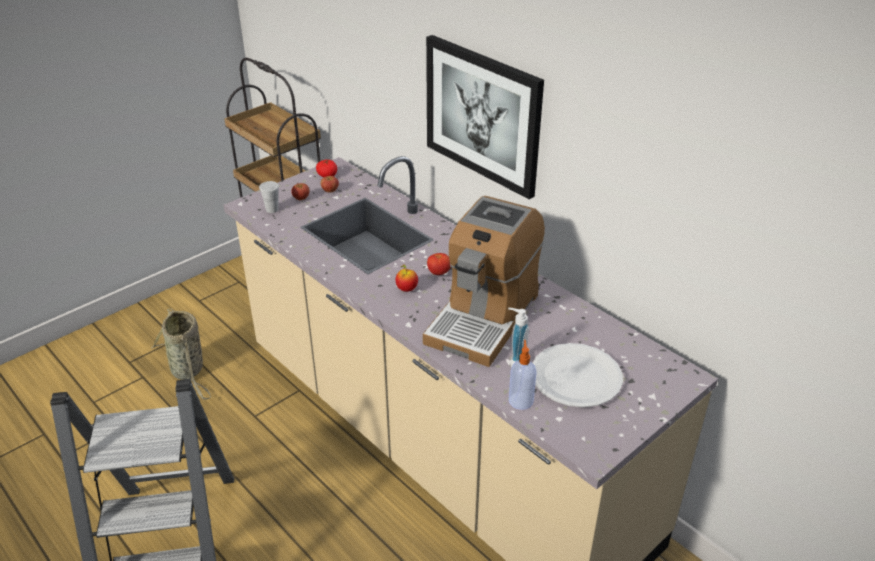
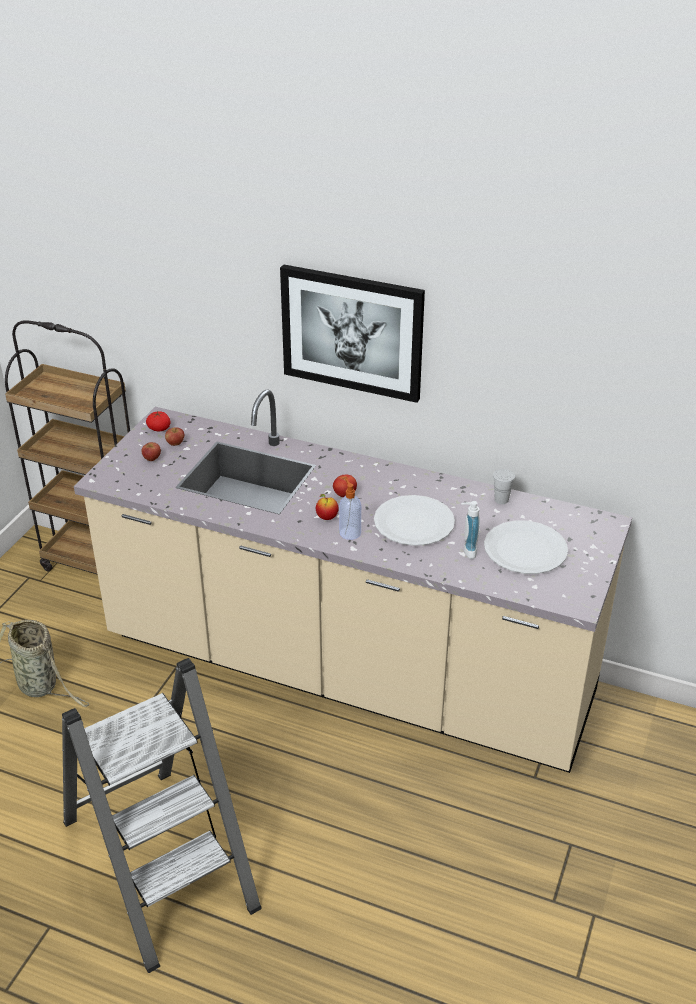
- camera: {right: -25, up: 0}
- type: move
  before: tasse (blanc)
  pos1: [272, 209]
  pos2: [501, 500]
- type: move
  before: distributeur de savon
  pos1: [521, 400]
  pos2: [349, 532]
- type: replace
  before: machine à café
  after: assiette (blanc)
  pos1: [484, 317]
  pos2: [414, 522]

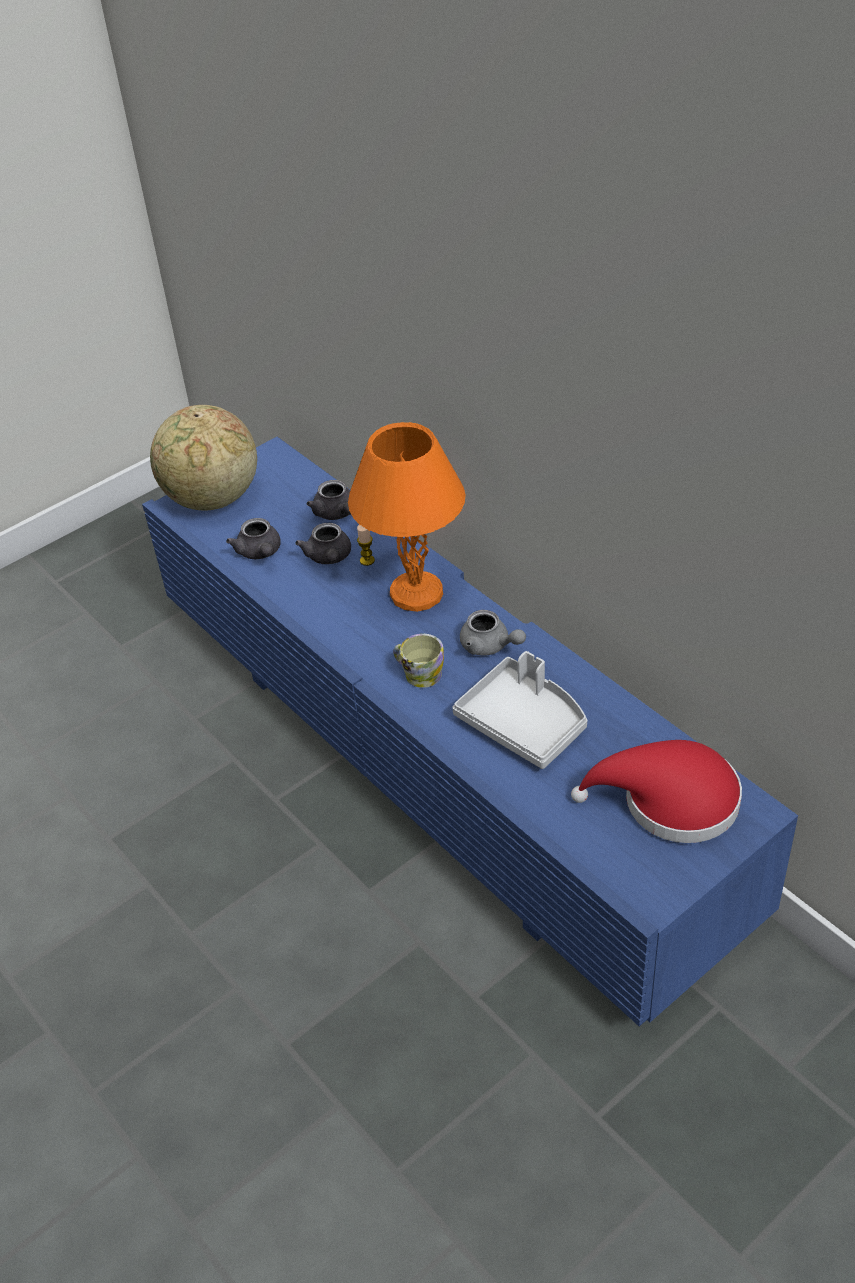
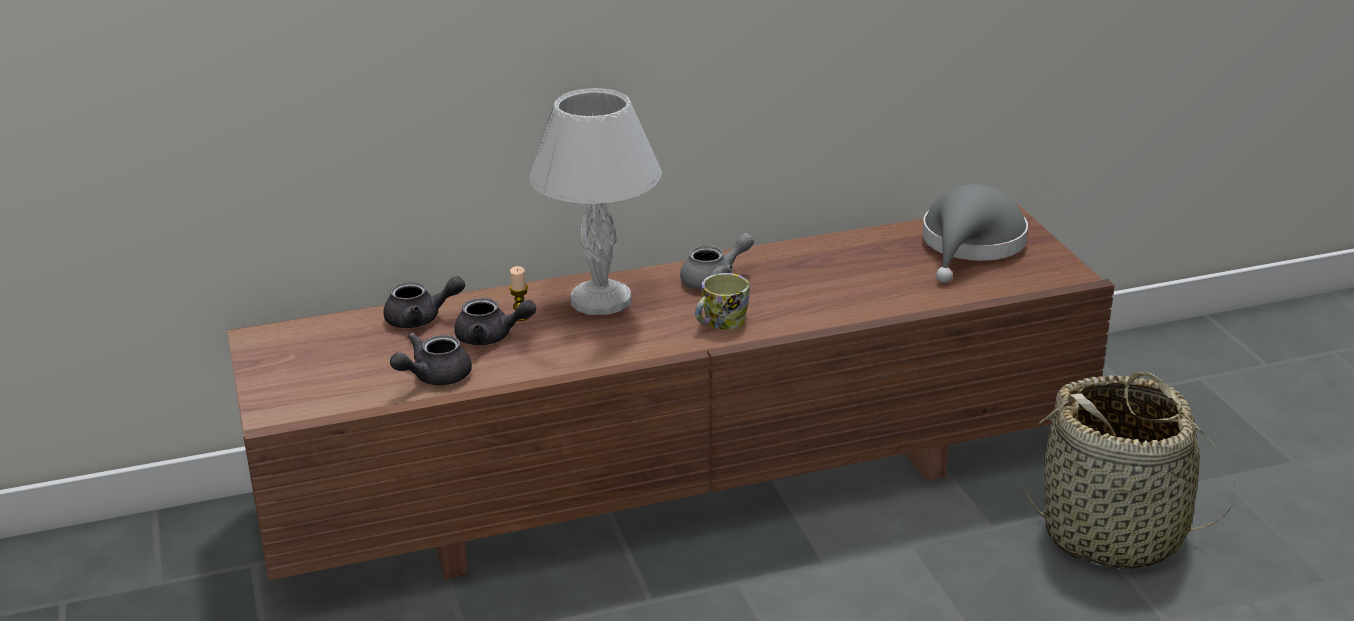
- camera: {right: -70, up: -15}
- type: delete
  before: globe
  pos1: [212, 499]
- type: delete
  before: plateau (gris)
  pos1: [524, 723]
- type: insert
  after: panier
  pos2: [1115, 533]
- type: recolor
  before: meuble télé (bleu)
  after: meuble télé (marron)
  pos1: [438, 759]
  pos2: [679, 477]
- type: recolor
  before: lampe de table (orange)
  after: lampe de table (blanc)
  pos1: [414, 593]
  pos2: [600, 301]
- type: recolor
  before: chapeau (rouge)
  after: chapeau (gris)
  pos1: [670, 801]
  pos2: [971, 245]
- type: rotate
  before: théière (gris)
  pos1: [260, 553]
  pos2: [434, 377]
  turn: 135

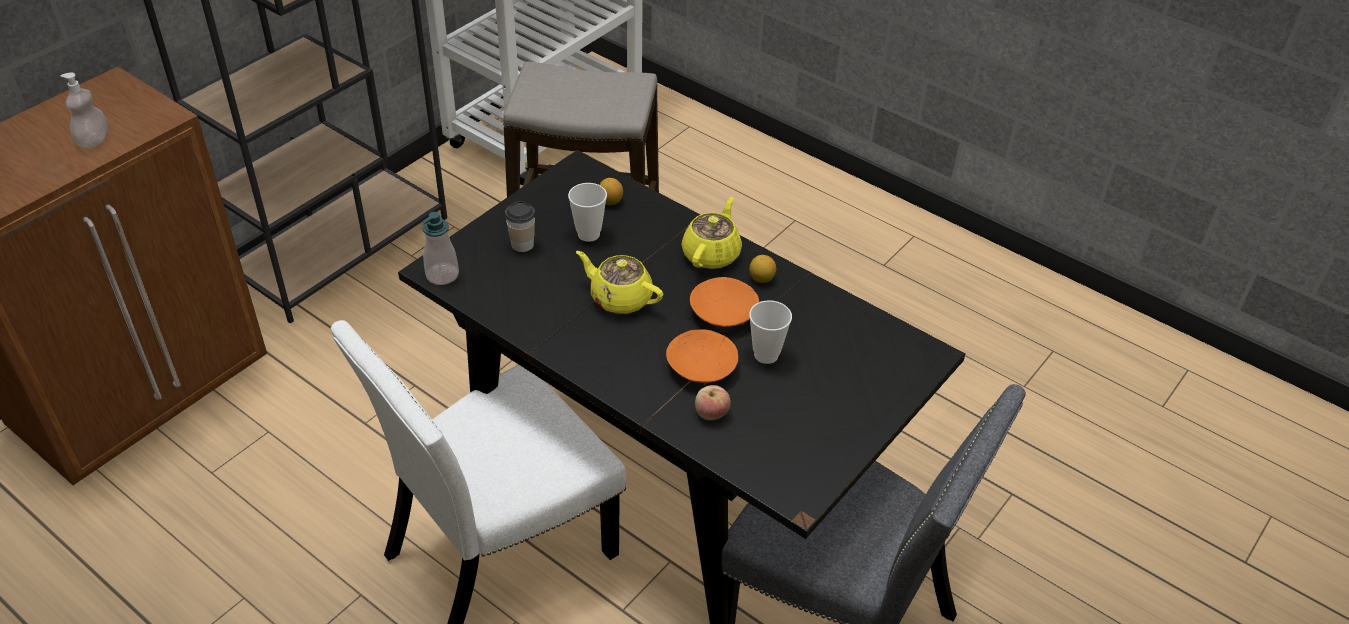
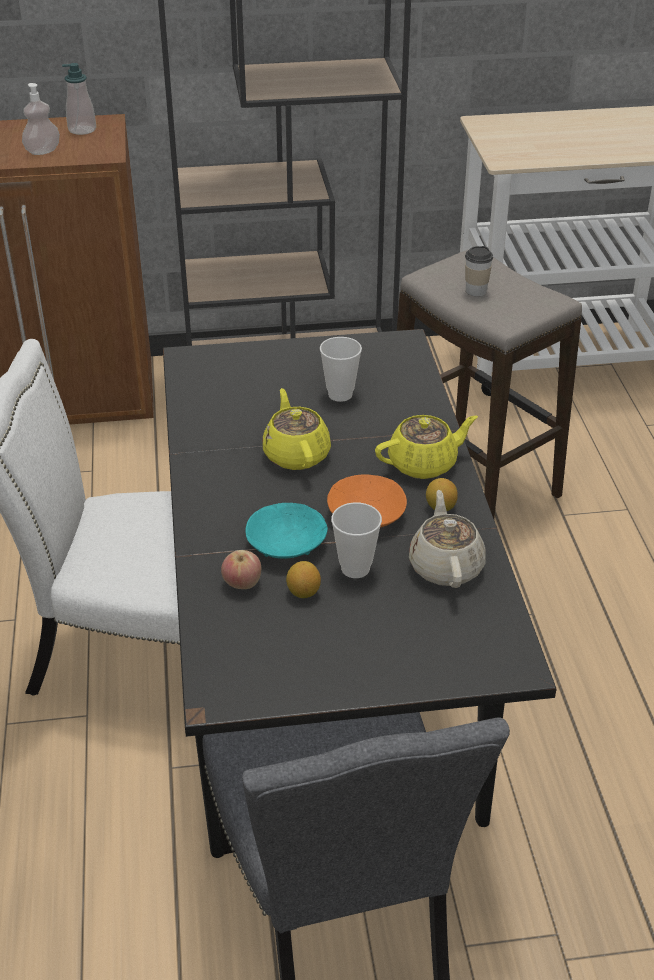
- camera: {right: 45, up: -5}
- type: insert
  after: théière (beige)
  pos2: [446, 566]
- type: move
  before: distributeur de savon
  pos1: [442, 275]
  pos2: [82, 130]
- type: move
  before: tasse
  pos1: [522, 245]
  pos2: [476, 291]
- type: move
  before: citron
  pos1: [610, 201]
  pos2: [303, 592]
- type: recolor
  before: bol (orange)
  after: bol (turquoise)
  pos1: [702, 366]
  pos2: [287, 543]

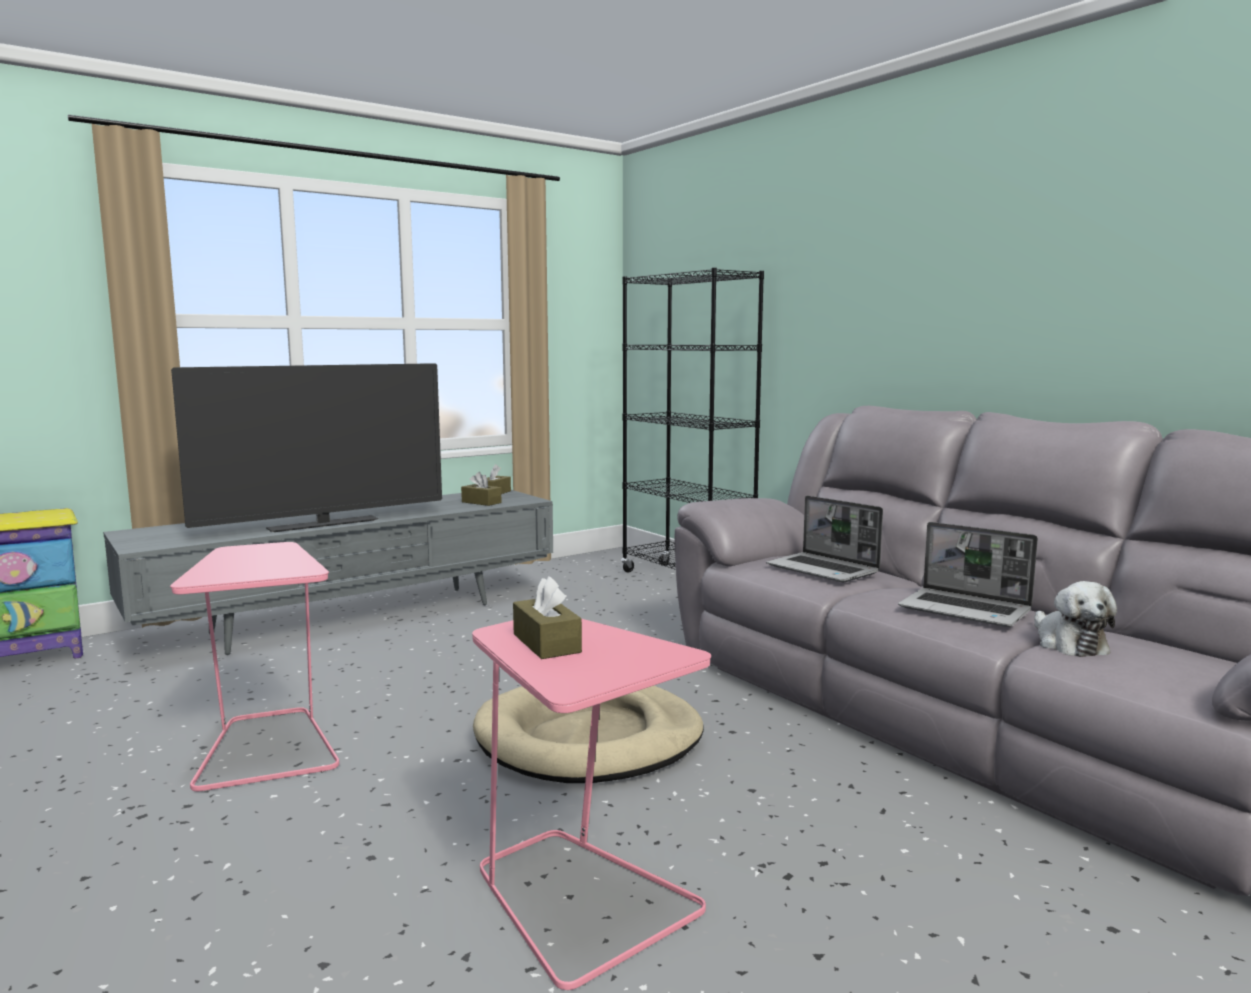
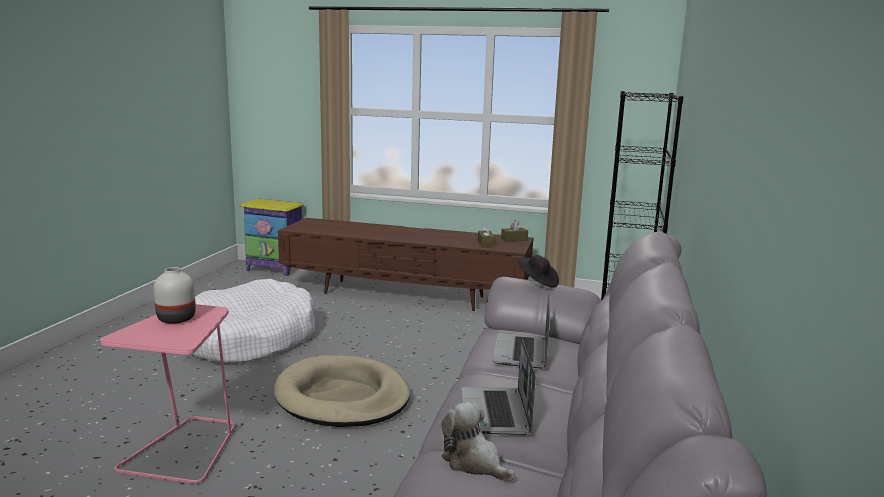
- camera: {right: 50, up: 5}
- type: delete
  before: téléviseur
  pos1: [323, 524]
- type: insert
  after: chapeau (noir)
  pos2: [537, 282]
- type: replace
  before: table d'appoint (rose)
  after: panier pour chien (blanc)
  pos1: [267, 748]
  pos2: [249, 339]
- type: replace
  before: boîte à mouchoirs (marron)
  after: vase (blanc)
  pos1: [546, 643]
  pos2: [176, 318]
- type: recolor
  before: meuble télé (gris)
  after: meuble télé (marron)
  pos1: [353, 617]
  pos2: [405, 294]
- type: rotate
  before: peluche
  pos1: [1068, 644]
  pos2: [474, 462]
  turn: 90

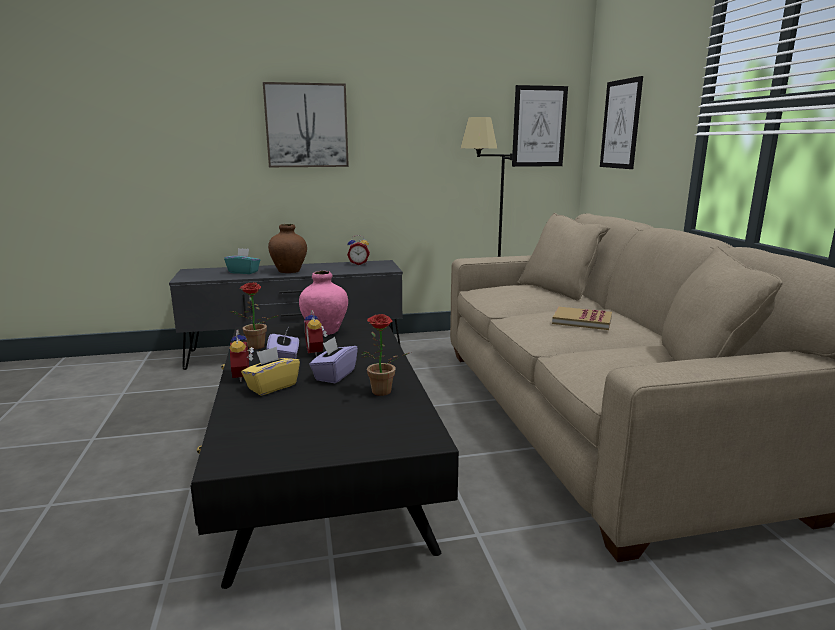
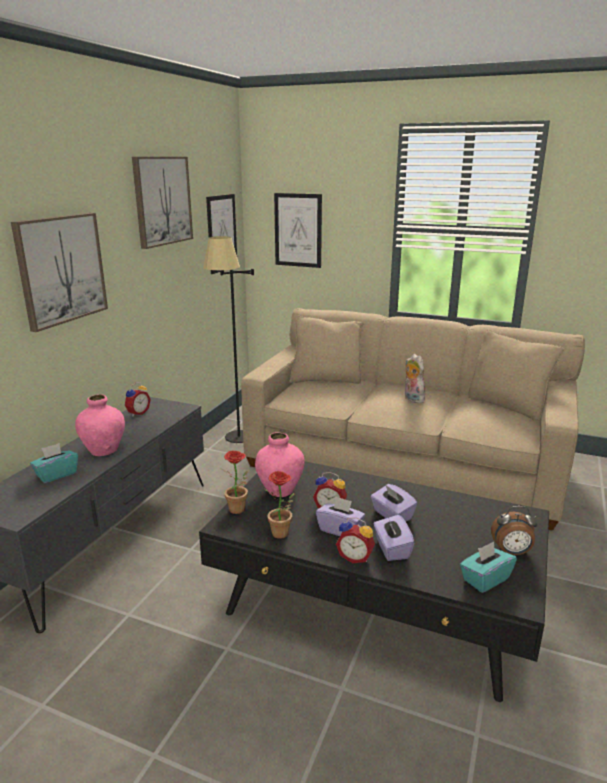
- camera: {right: -55, up: 5}
- type: insert
  after: tableau
  pos2: [162, 201]
- type: insert
  after: boîte à mouchoirs (turquoise)
  pos2: [485, 579]
- type: insert
  after: réveil
  pos2: [511, 552]
- type: move
  before: plante en pot
  pos1: [380, 393]
  pos2: [239, 511]
- type: replace
  before: livre
  after: peluche
  pos1: [582, 321]
  pos2: [412, 399]
- type: recolor
  before: boîte à mouchoirs (jaune)
  after: boîte à mouchoirs (violet)
  pos1: [272, 386]
  pos2: [391, 549]
- type: recolor
  before: vase (marron)
  after: vase (rose)
  pos1: [289, 271]
  pos2: [104, 451]

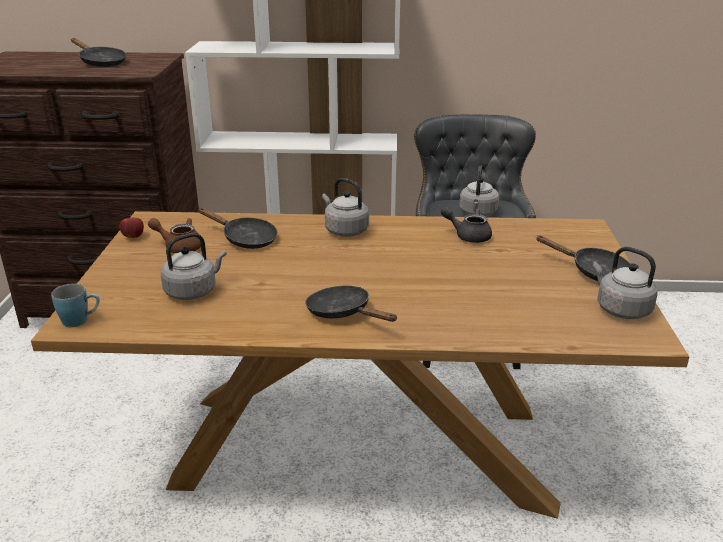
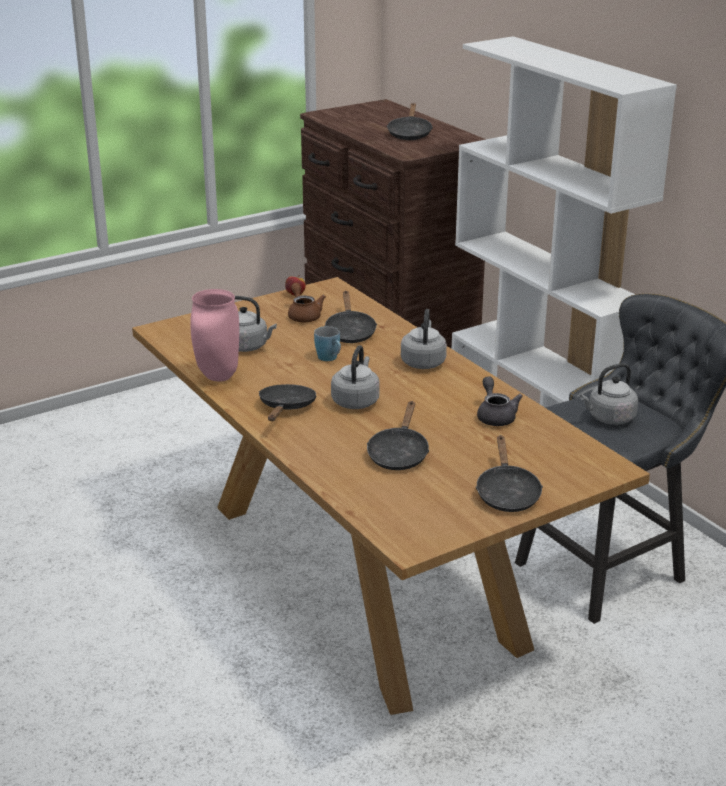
- camera: {right: 55, up: 0}
- type: insert
  after: vase (rose)
  pos2: [217, 376]
- type: insert
  after: poêle (noir)
  pos2: [399, 454]
- type: move
  before: mug (bleu)
  pos1: [81, 321]
  pos2: [330, 358]
- type: move
  before: bouilloire (gris)
  pos1: [620, 309]
  pos2: [356, 401]

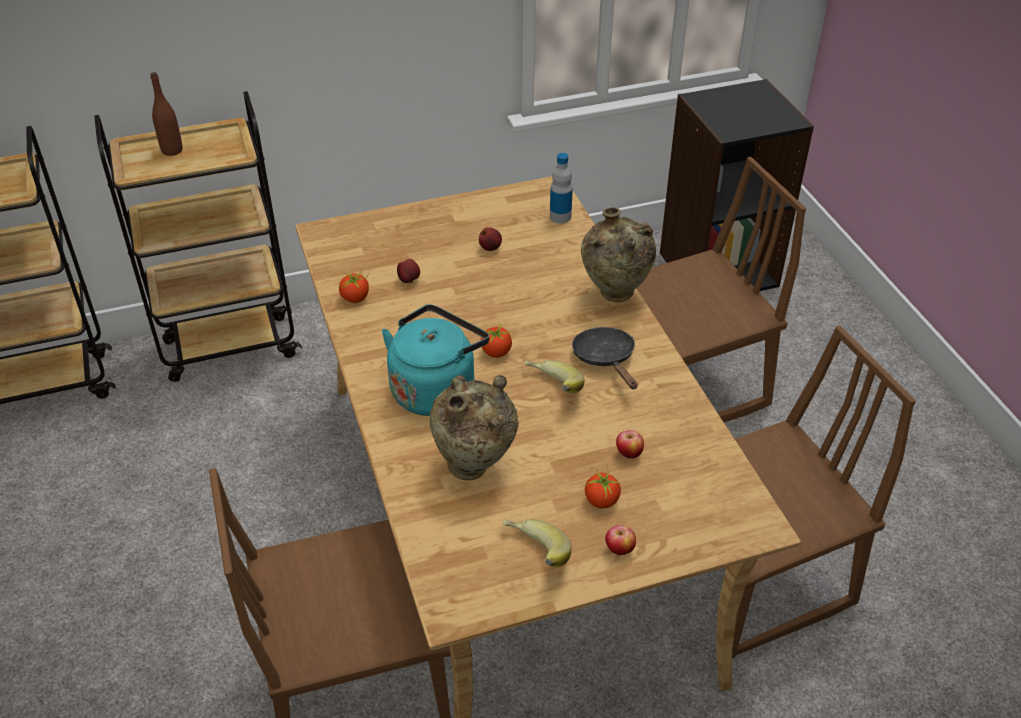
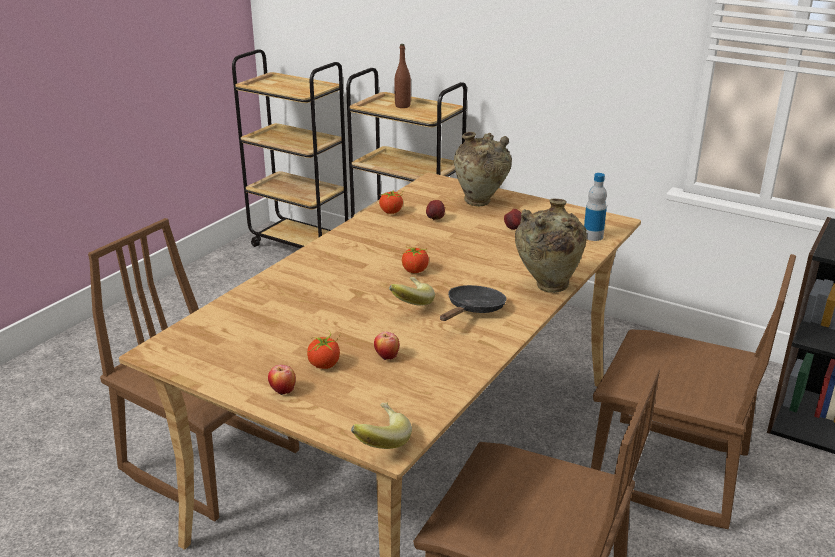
- camera: {right: 50, up: -15}
- type: delete
  before: bouilloire (turquoise)
  pos1: [435, 389]
- type: move
  before: vase (beige)
  pos1: [474, 467]
  pos2: [480, 203]
- type: move
  before: banane
  pos1: [533, 555]
  pos2: [378, 441]

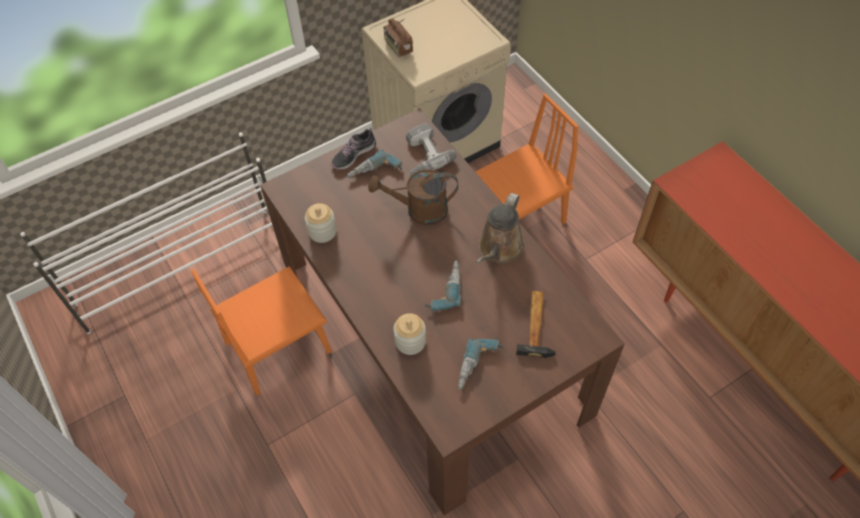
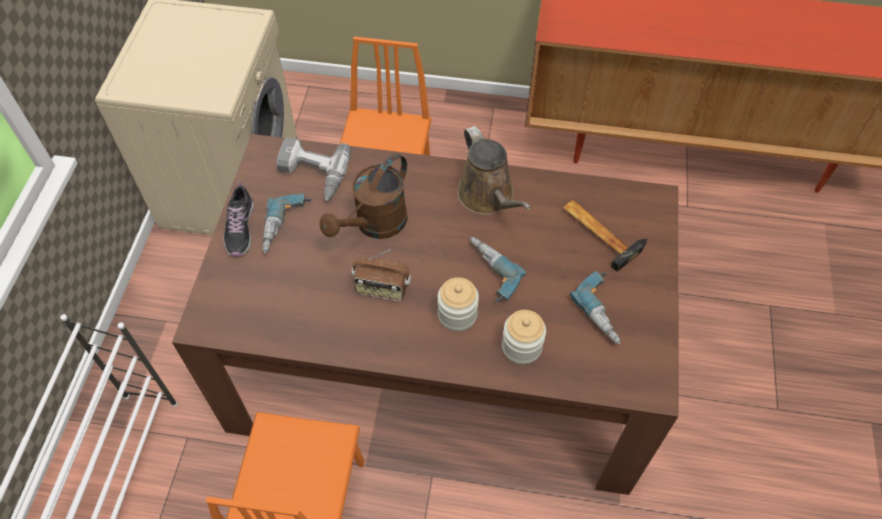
- camera: {right: -50, up: 0}
- type: move
  before: bocal
  pos1: [322, 232]
  pos2: [457, 315]
- type: move
  before: radio
  pos1: [398, 47]
  pos2: [382, 288]

